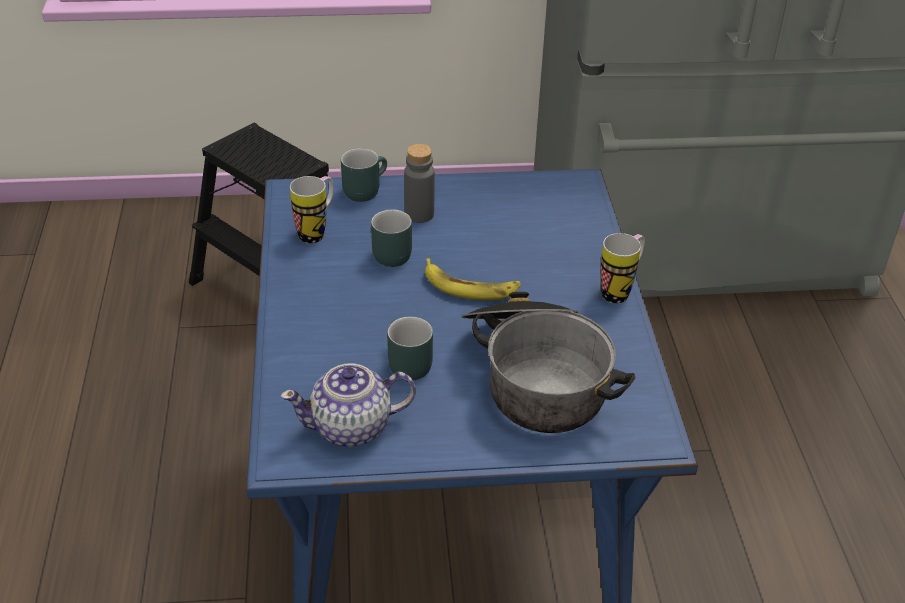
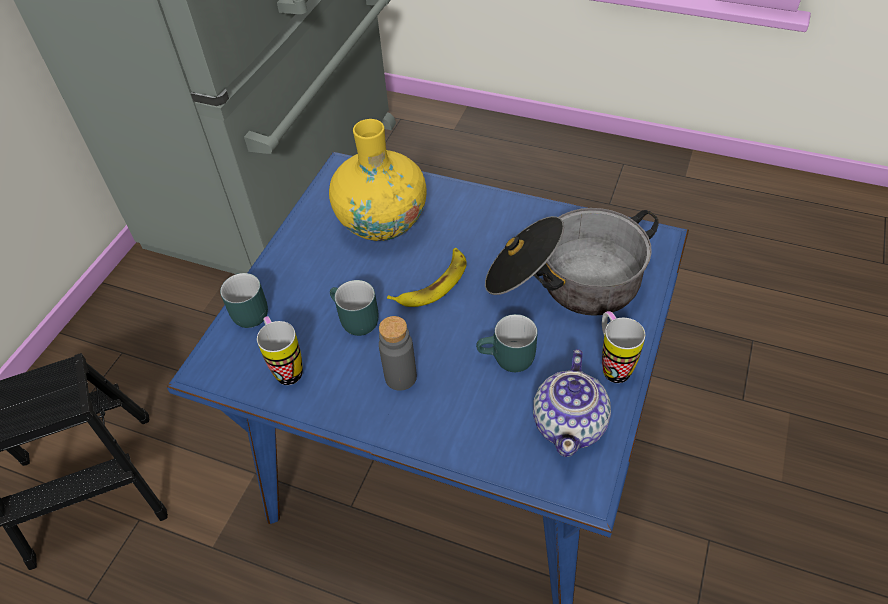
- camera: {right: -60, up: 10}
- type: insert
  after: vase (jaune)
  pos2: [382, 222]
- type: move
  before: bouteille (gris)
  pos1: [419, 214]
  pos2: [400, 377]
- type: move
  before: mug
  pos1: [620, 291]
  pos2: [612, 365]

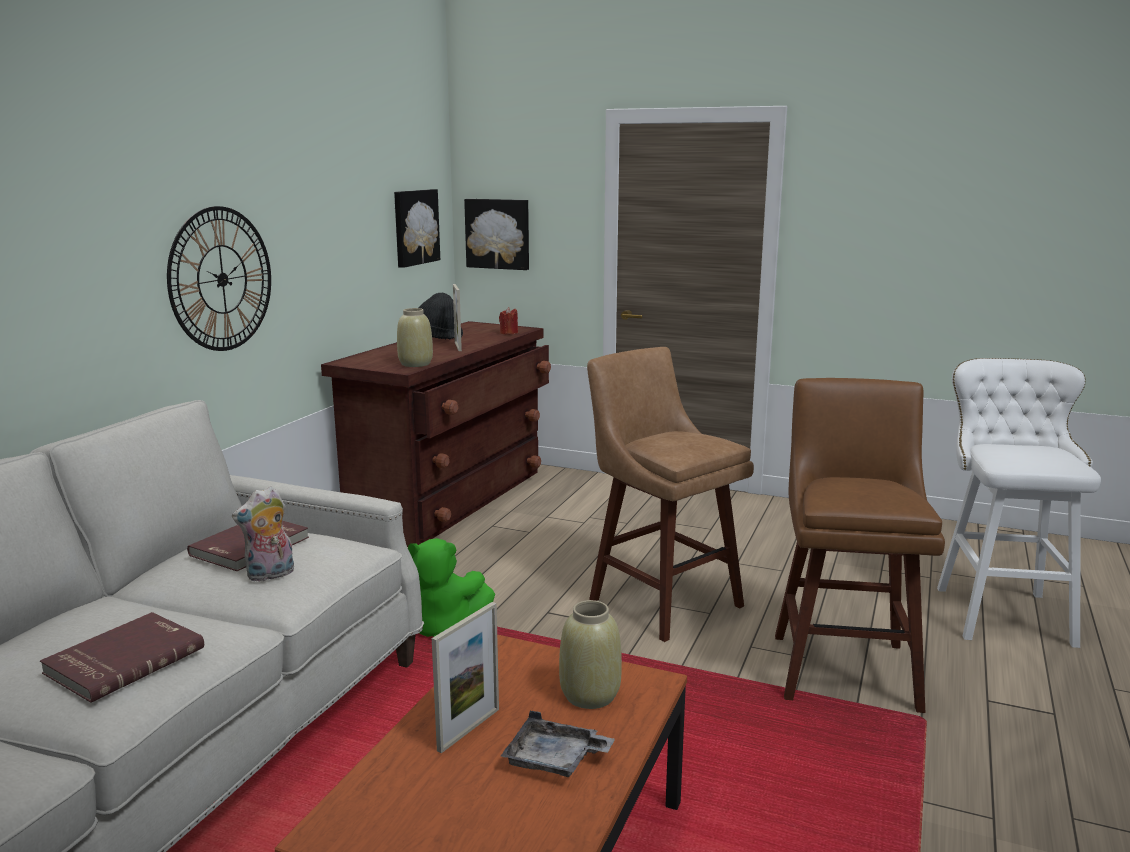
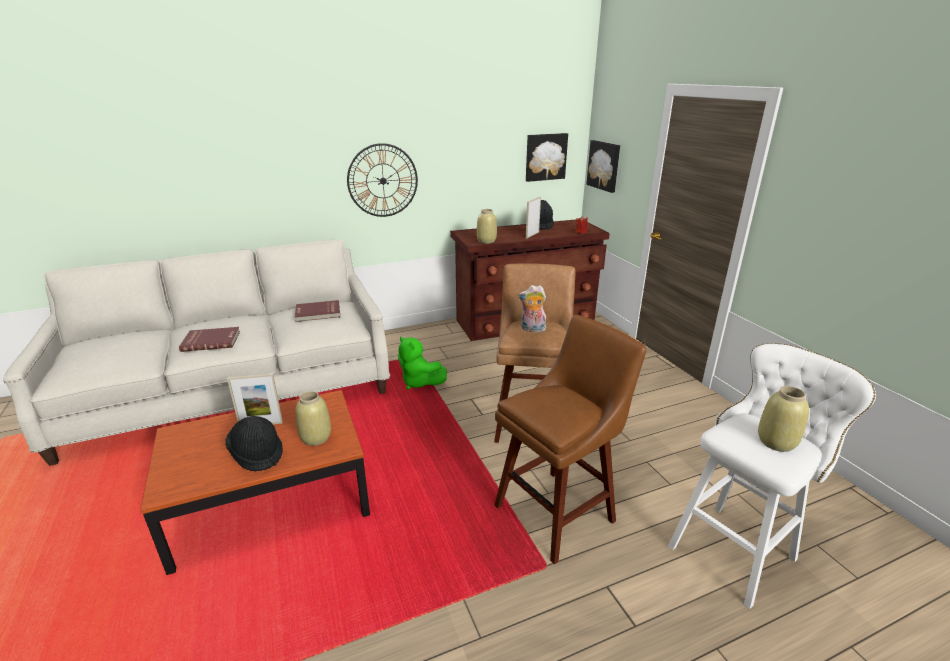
- camera: {right: 45, up: 10}
- type: insert
  after: vase (beige)
  pos2: [777, 442]
- type: move
  before: peluche
  pos1: [270, 575]
  pos2: [532, 329]
- type: replace
  before: plateau (gris)
  after: chapeau (noir)
  pos1: [555, 760]
  pos2: [257, 454]

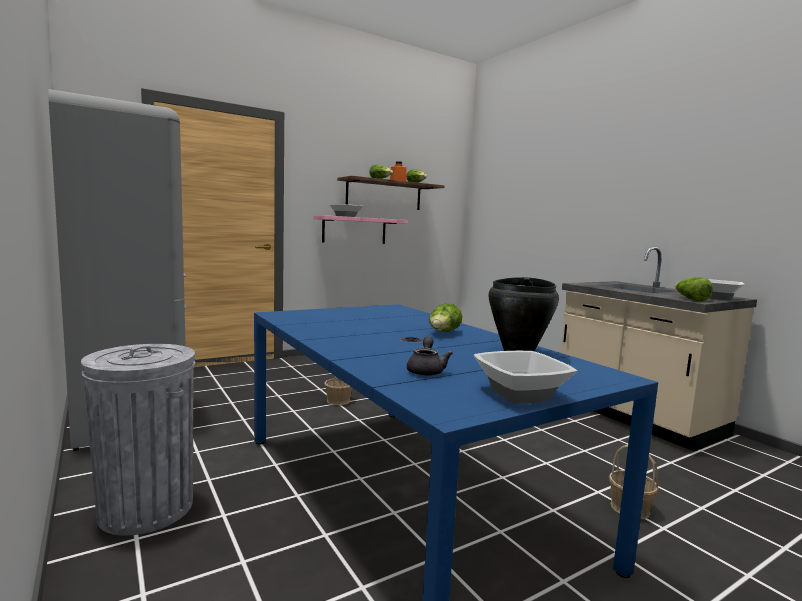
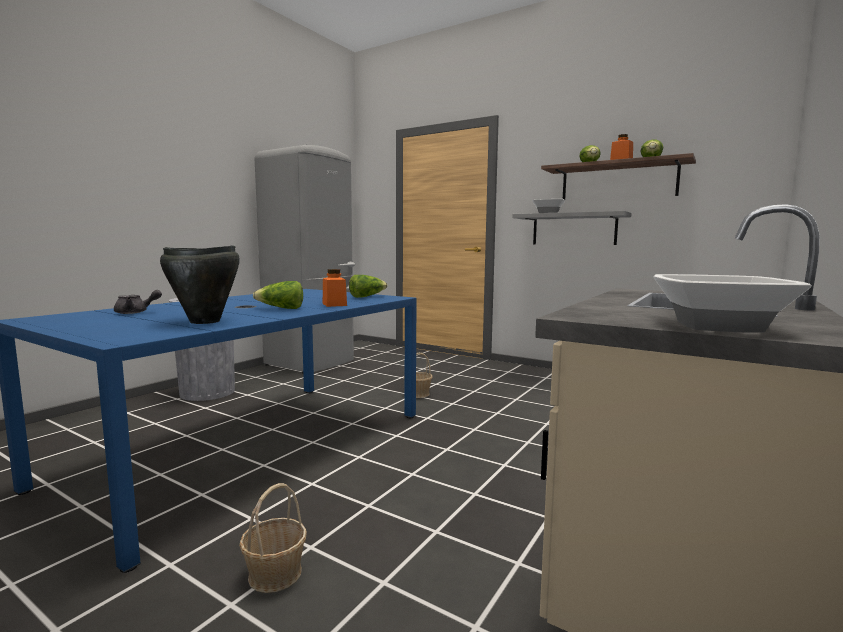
- camera: {right: 65, up: 0}
- type: delete
  before: bol
  pos1: [521, 394]
- type: insert
  after: bocal (orange)
  pos2: [334, 304]
- type: move
  before: laitue
  pos1: [690, 299]
  pos2: [367, 297]
- type: recolor
  before: étagère (rose)
  after: étagère (gris)
  pos1: [354, 230]
  pos2: [573, 229]

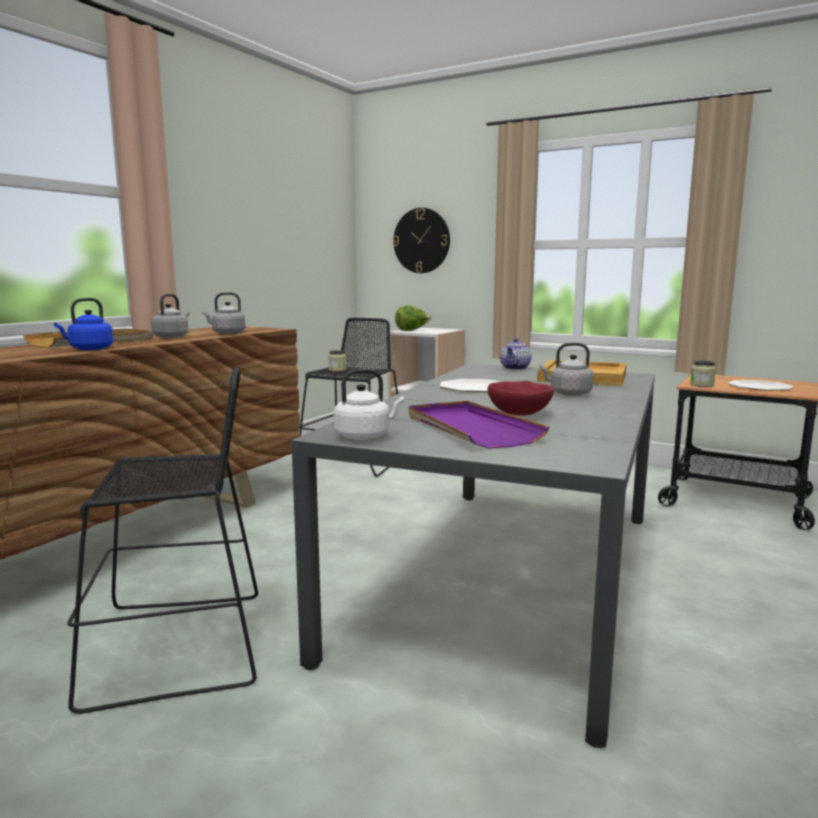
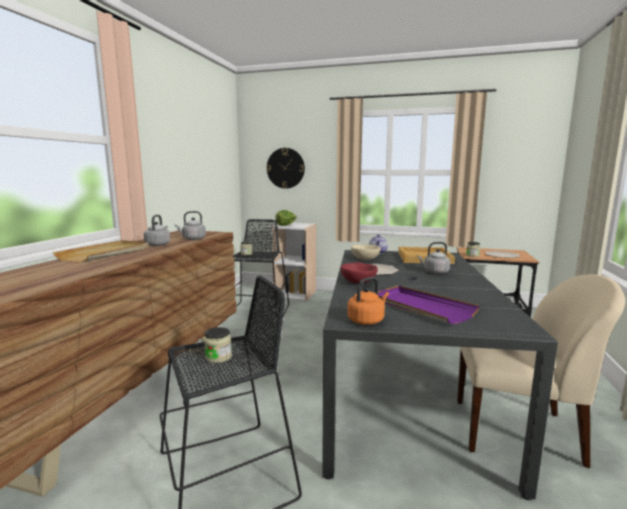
- camera: {right: -15, up: 0}
- type: delete
  before: bouilloire (bleu)
  pos1: [89, 349]
- type: insert
  after: bocal
  pos2: [218, 357]
- type: insert
  after: bol (beige)
  pos2: [365, 259]
- type: insert
  after: chaise (beige)
  pos2: [518, 432]
- type: move
  before: bol (rouge)
  pos1: [520, 414]
  pos2: [358, 282]
- type: recolor
  before: bouilloire (blanc)
  after: bouilloire (orange)
  pos1: [365, 436]
  pos2: [367, 320]

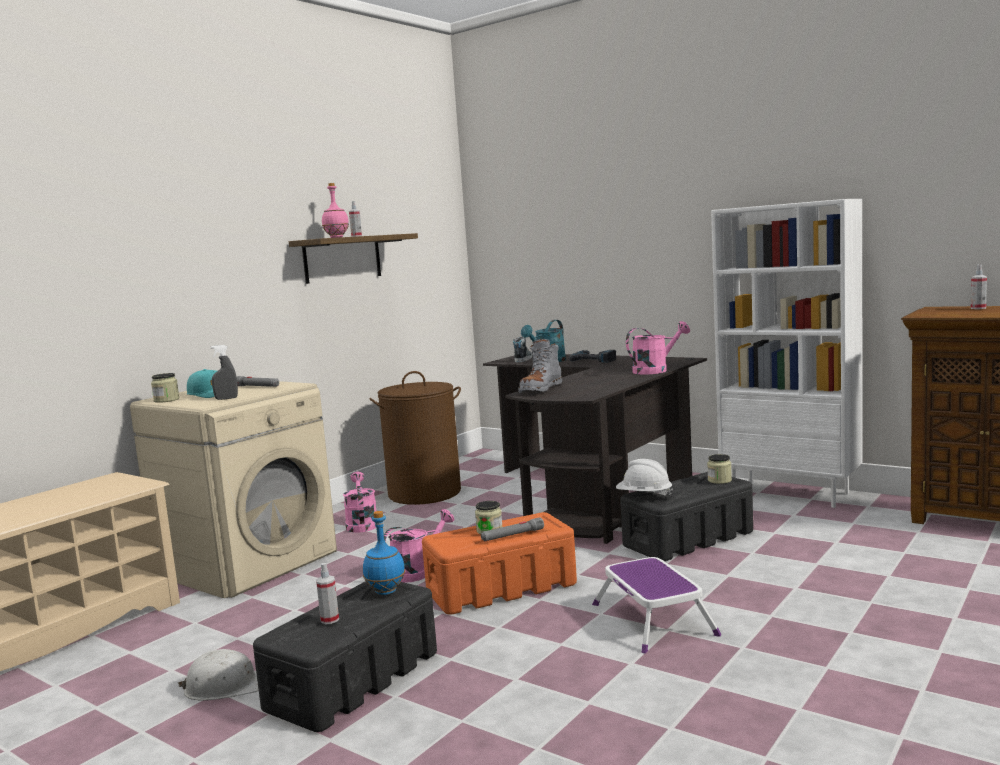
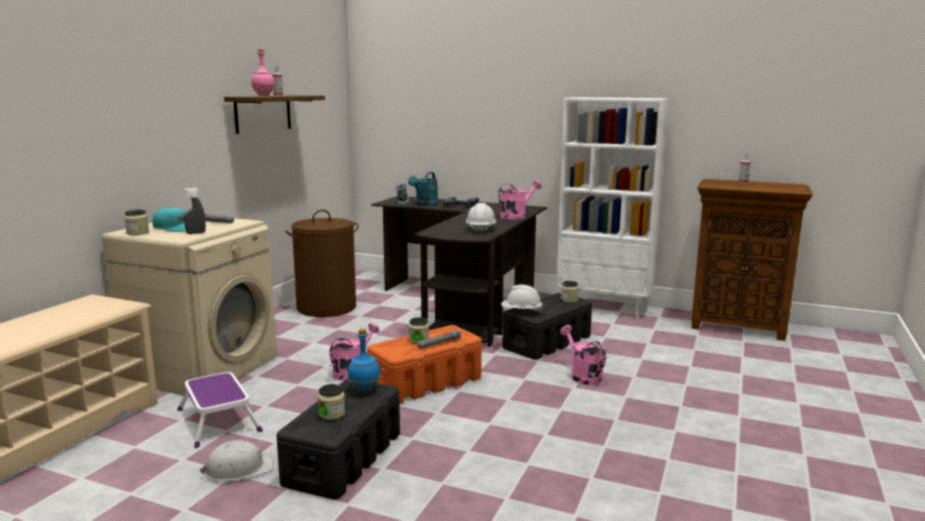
- camera: {right: -15, up: 5}
- type: delete
  before: botte (gris)
  pos1: [540, 389]
- type: insert
  after: casque de chantier (blanc)
  pos2: [480, 229]
- type: move
  before: arrosoir (rose)
  pos1: [361, 524]
  pos2: [582, 375]
- type: move
  before: escabeau (violet)
  pos1: [652, 619]
  pos2: [218, 420]
- type: replace
  before: vaporisateur
  after: bocal
  pos1: [329, 620]
  pos2: [332, 414]

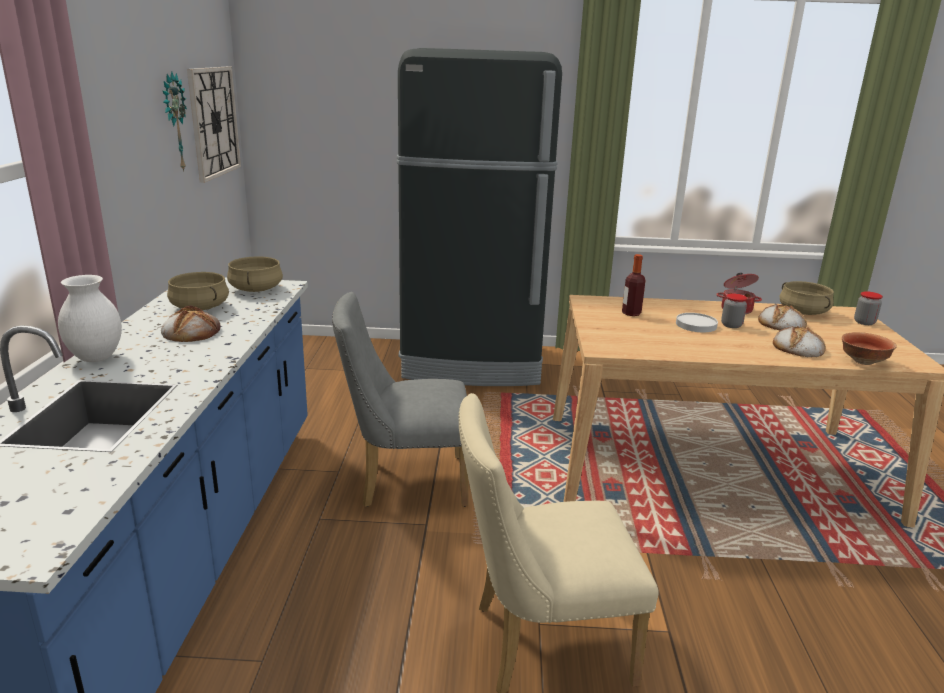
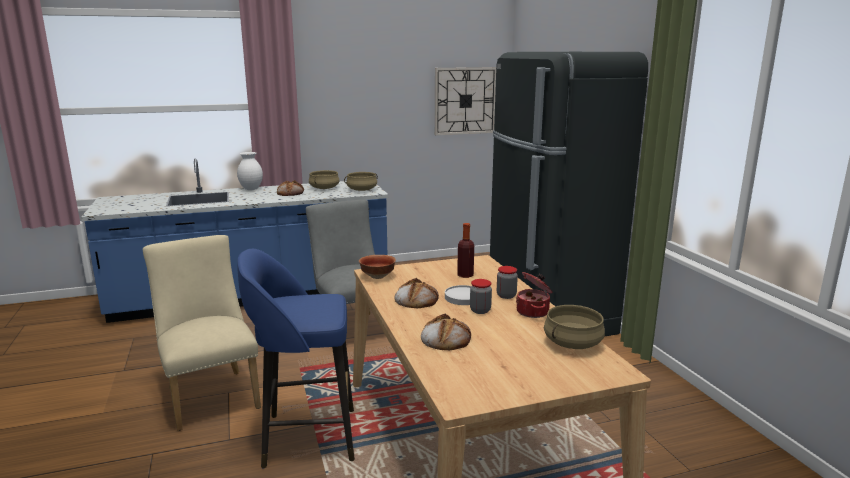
- camera: {right: 70, up: -5}
- type: delete
  before: horloge murale
  pos1: [173, 122]
- type: insert
  after: tabouret (bleu)
  pos2: [306, 437]
- type: move
  before: pain
  pos1: [781, 324]
  pos2: [416, 299]
- type: move
  before: bol
  pos1: [863, 362]
  pos2: [377, 276]
- type: move
  before: bocal
  pos1: [864, 322]
  pos2: [506, 296]

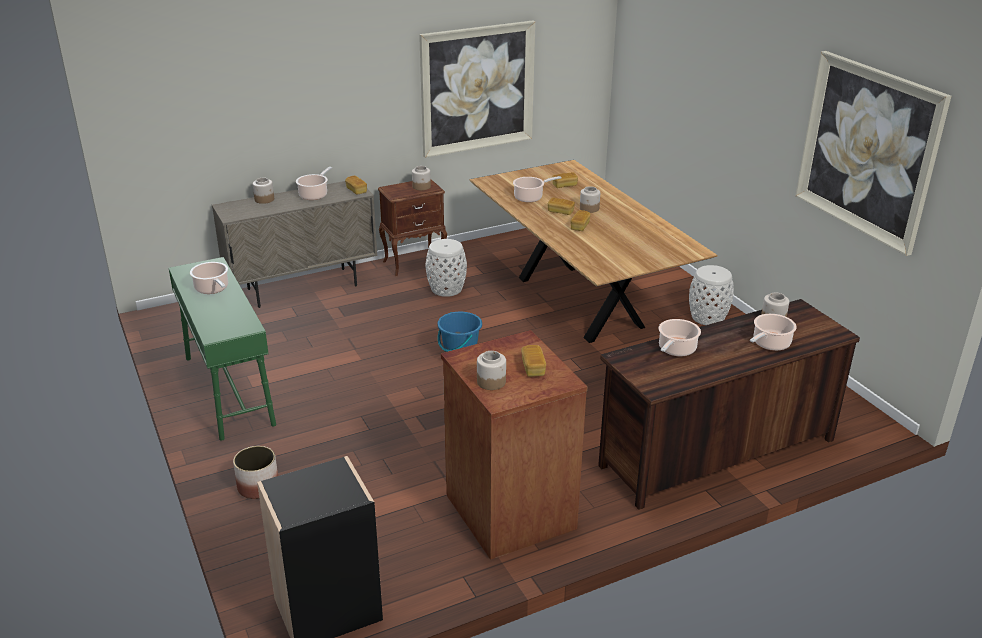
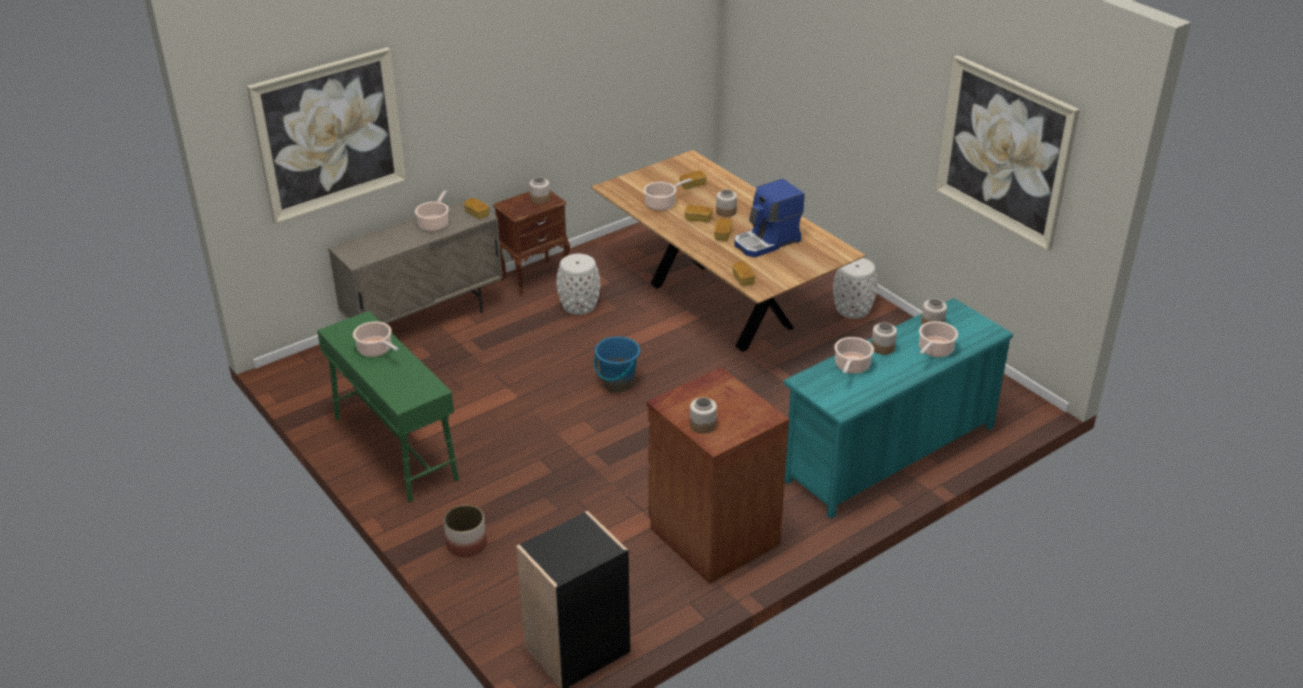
- camera: {right: -10, up: 5}
- type: insert
  after: machine à café
  pos2: [767, 242]
- type: move
  before: bocal
  pos1: [264, 199]
  pos2: [883, 347]
- type: move
  before: tableau
  pos1: [477, 88]
  pos2: [329, 134]
- type: move
  before: pain
  pos1: [533, 368]
  pos2: [743, 279]
- type: recolor
  before: commode (marron)
  after: commode (turquoise)
  pos1: [715, 452]
  pos2: [888, 453]

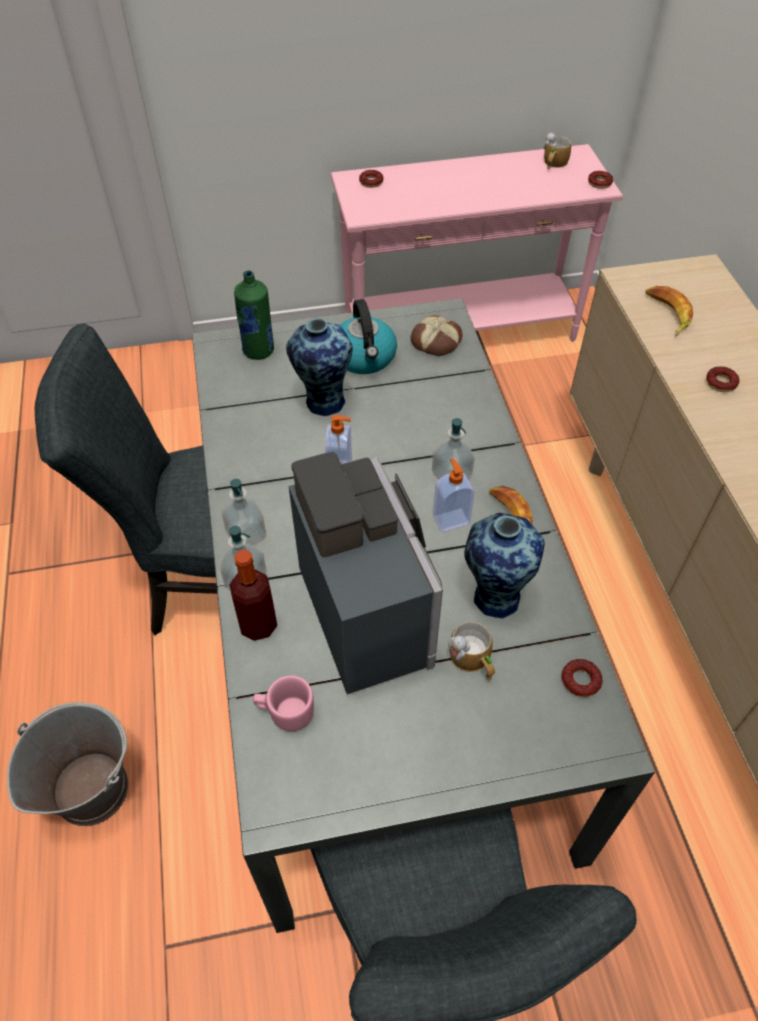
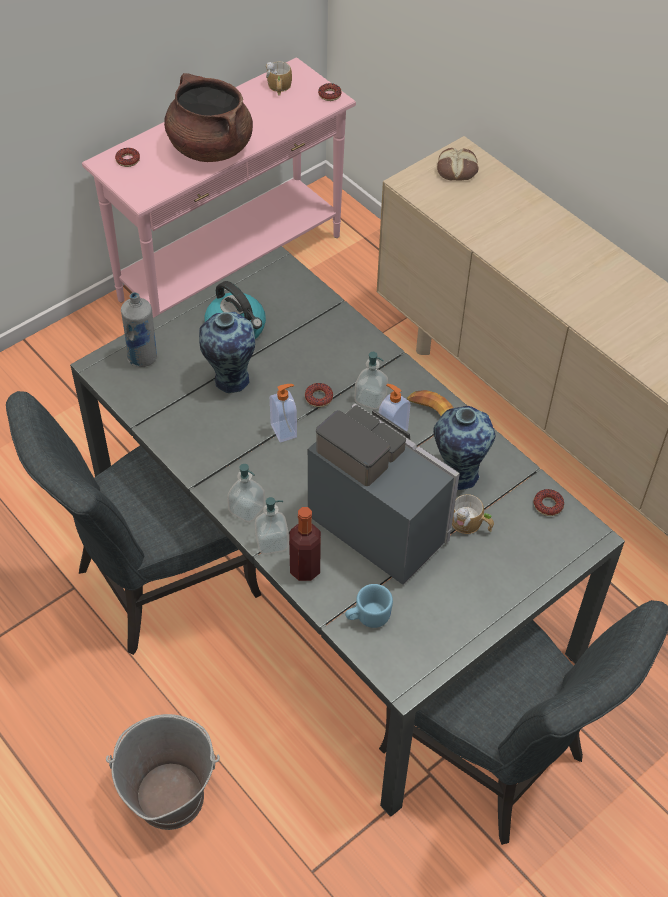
- camera: {right: -30, up: 0}
- type: delete
  before: banane
  pos1: [667, 313]
- type: insert
  after: marmite (marron)
  pos2: [209, 147]
- type: move
  before: pain
  pos1: [437, 342]
  pos2: [457, 169]
- type: move
  before: beignet
  pos1: [721, 383]
  pos2: [318, 398]
- type: recolor
  before: bouteille (vert)
  after: bouteille (gris)
  pos1: [259, 351]
  pos2: [143, 357]
- type: recolor
  before: mug (rose)
  after: mug (bleu)
  pos1: [285, 712]
  pos2: [367, 617]

